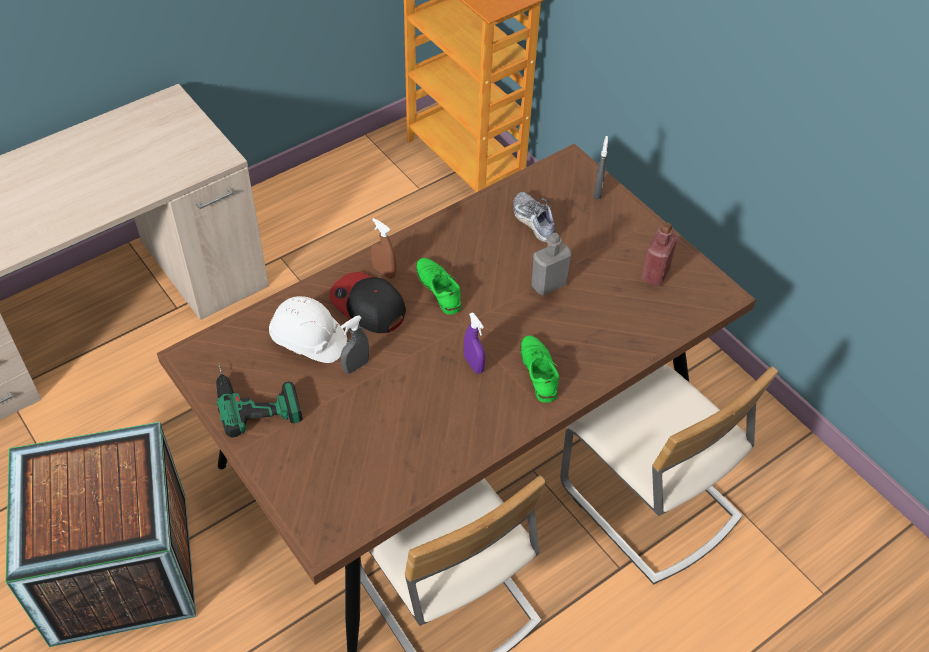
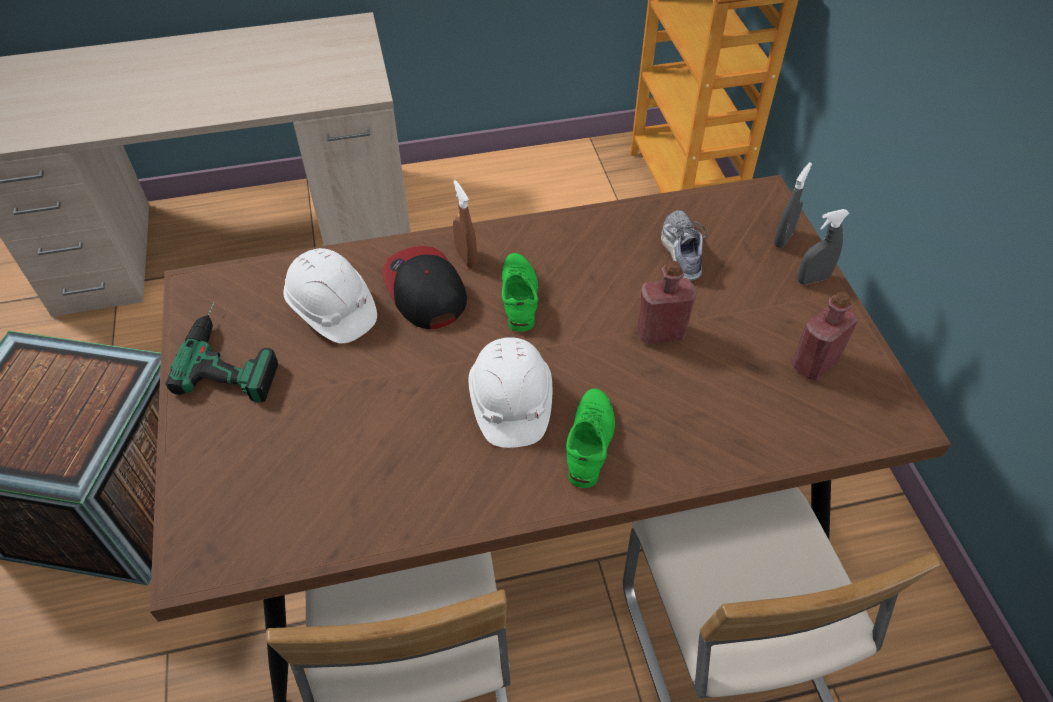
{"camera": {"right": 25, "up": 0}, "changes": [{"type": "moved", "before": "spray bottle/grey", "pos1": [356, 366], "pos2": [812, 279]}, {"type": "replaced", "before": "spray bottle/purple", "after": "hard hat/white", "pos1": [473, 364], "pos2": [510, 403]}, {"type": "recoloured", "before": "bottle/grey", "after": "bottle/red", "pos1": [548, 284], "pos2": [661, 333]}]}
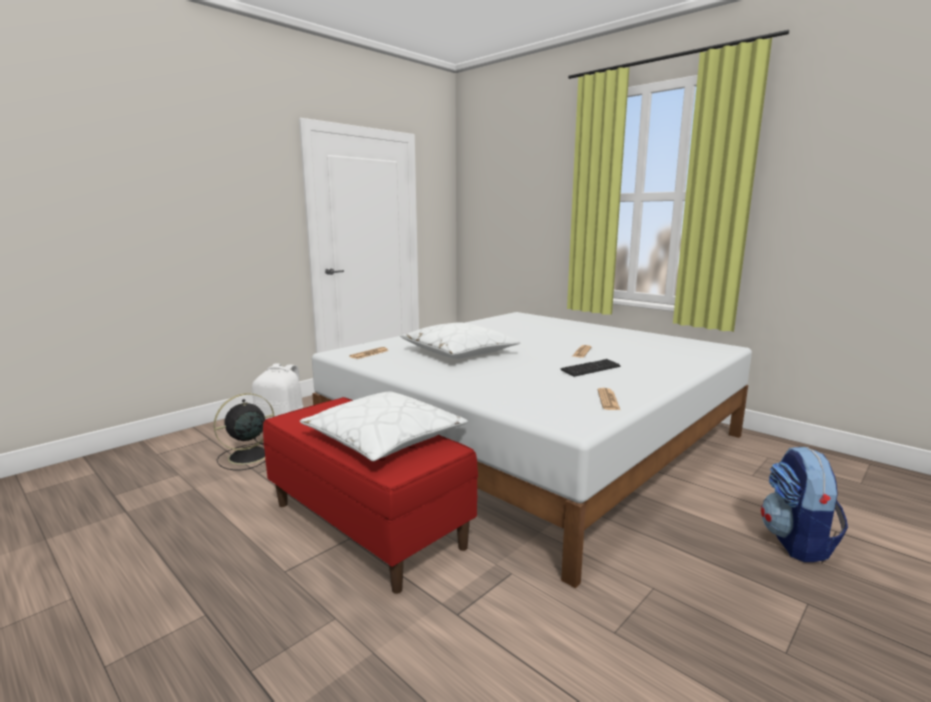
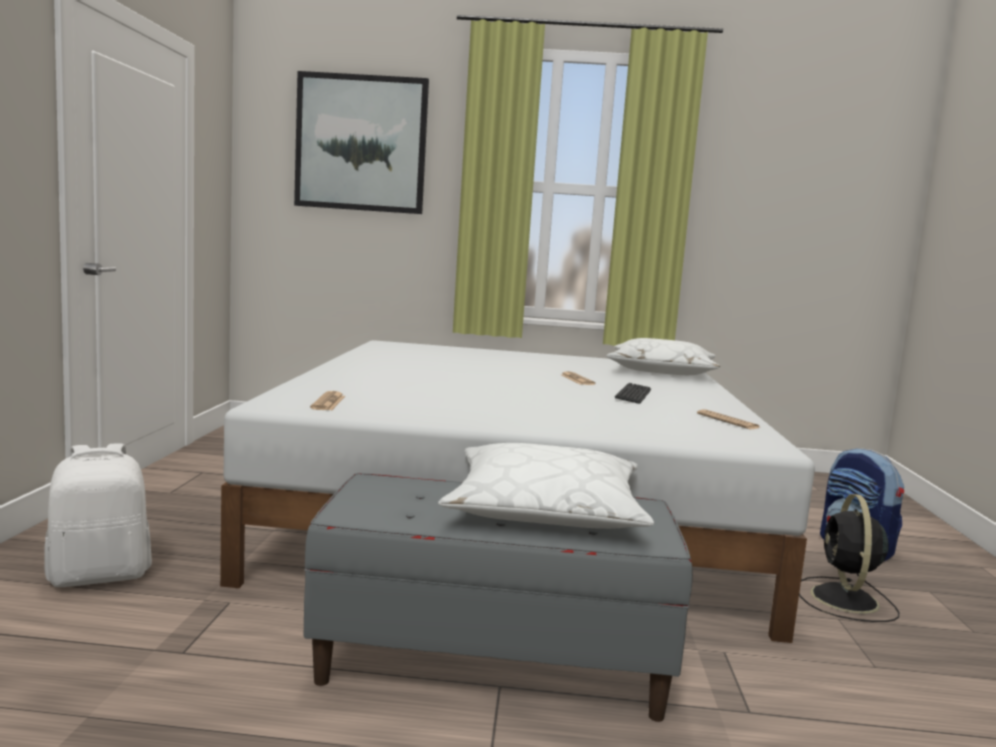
{"camera": {"right": -40, "up": -5}, "changes": [{"type": "added", "after": "picture", "pos2": [361, 143]}, {"type": "moved", "before": "fan/black", "pos1": [247, 456], "pos2": [845, 600]}, {"type": "moved", "before": "pillow/white", "pos1": [459, 352], "pos2": [661, 371]}, {"type": "recoloured", "before": "bench/red", "after": "bench/grey", "pos1": [367, 524], "pos2": [493, 661]}]}
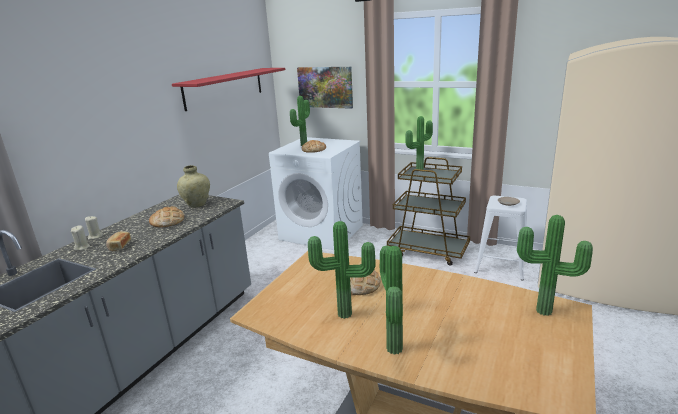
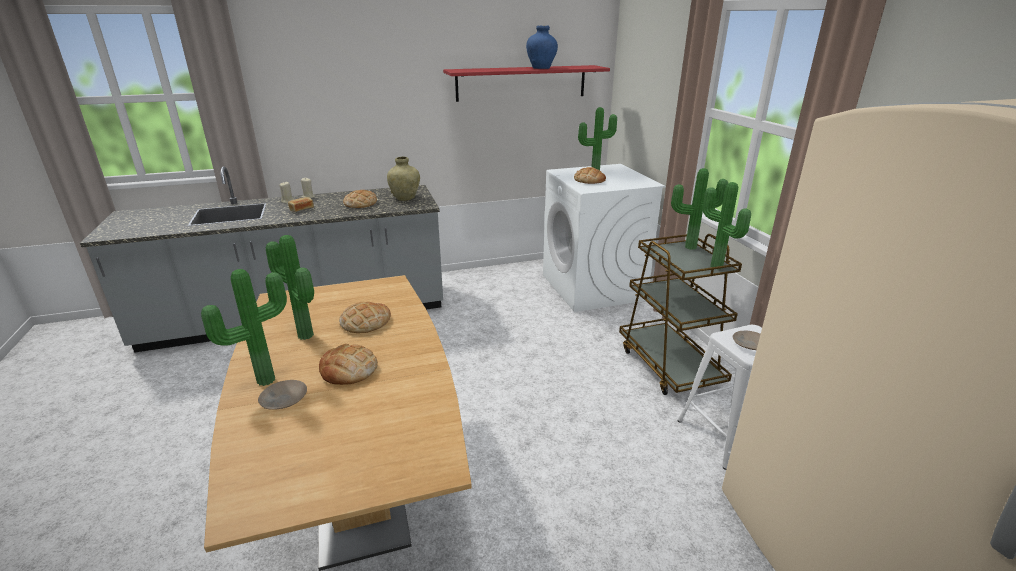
{"camera": {"right": 45, "up": 5}, "changes": [{"type": "removed", "before": "picture", "pos1": [325, 87]}, {"type": "added", "after": "plate/beige", "pos2": [283, 400]}, {"type": "added", "after": "bread", "pos2": [349, 370]}, {"type": "added", "after": "vase/blue", "pos2": [541, 68]}, {"type": "moved", "before": "potted plant", "pos1": [544, 313], "pos2": [715, 267]}]}
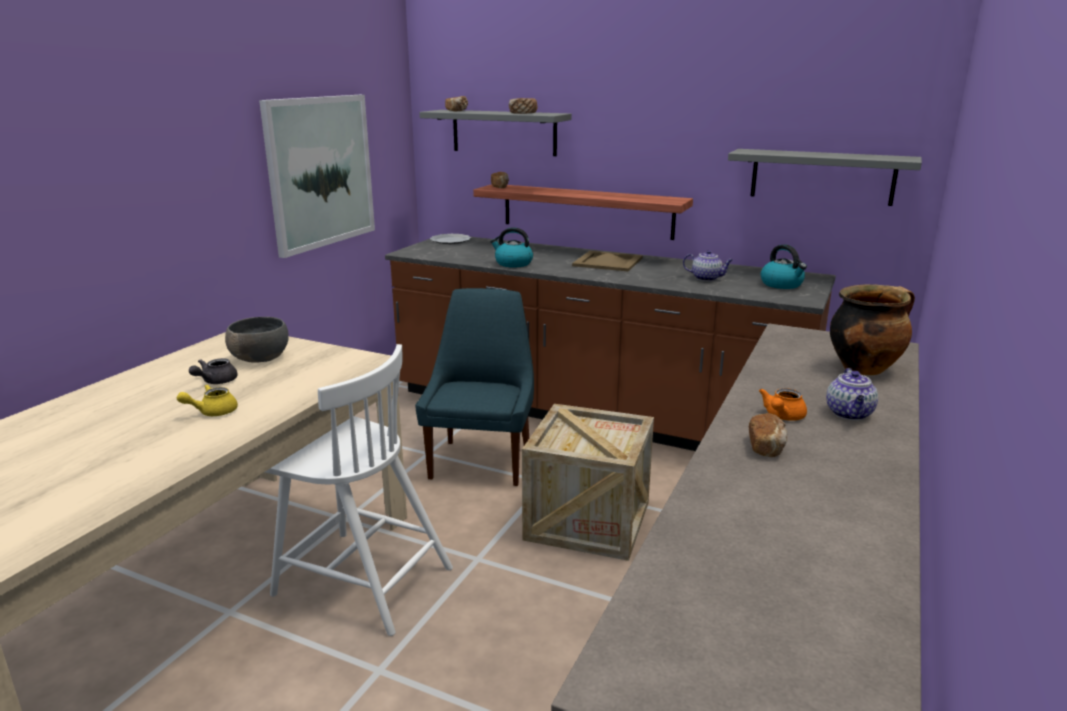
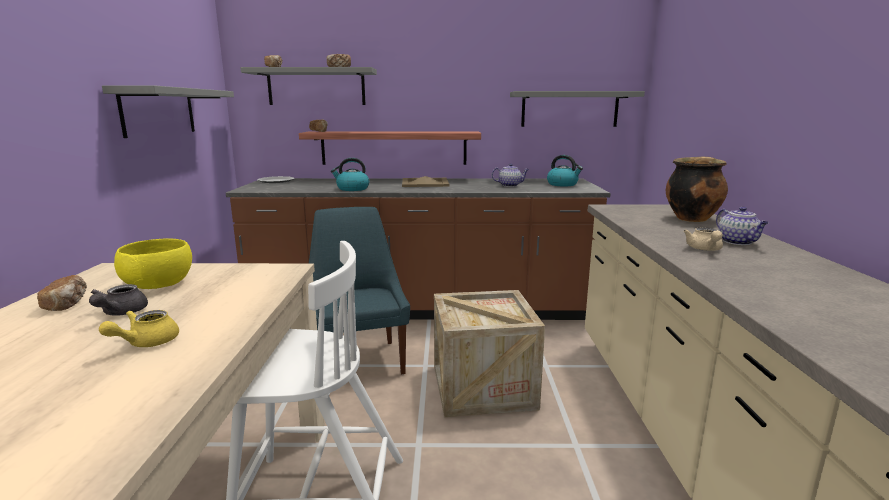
{"camera": {"right": -25, "up": -5}, "changes": [{"type": "moved", "before": "bread", "pos1": [767, 447], "pos2": [67, 304]}, {"type": "replaced", "before": "picture", "after": "shelf/grey", "pos1": [320, 172], "pos2": [159, 111]}, {"type": "recoloured", "before": "bowl/grey", "after": "bowl/yellow", "pos1": [259, 358], "pos2": [158, 284]}, {"type": "recoloured", "before": "teapot/orange", "after": "teapot/beige", "pos1": [782, 417], "pos2": [704, 249]}]}
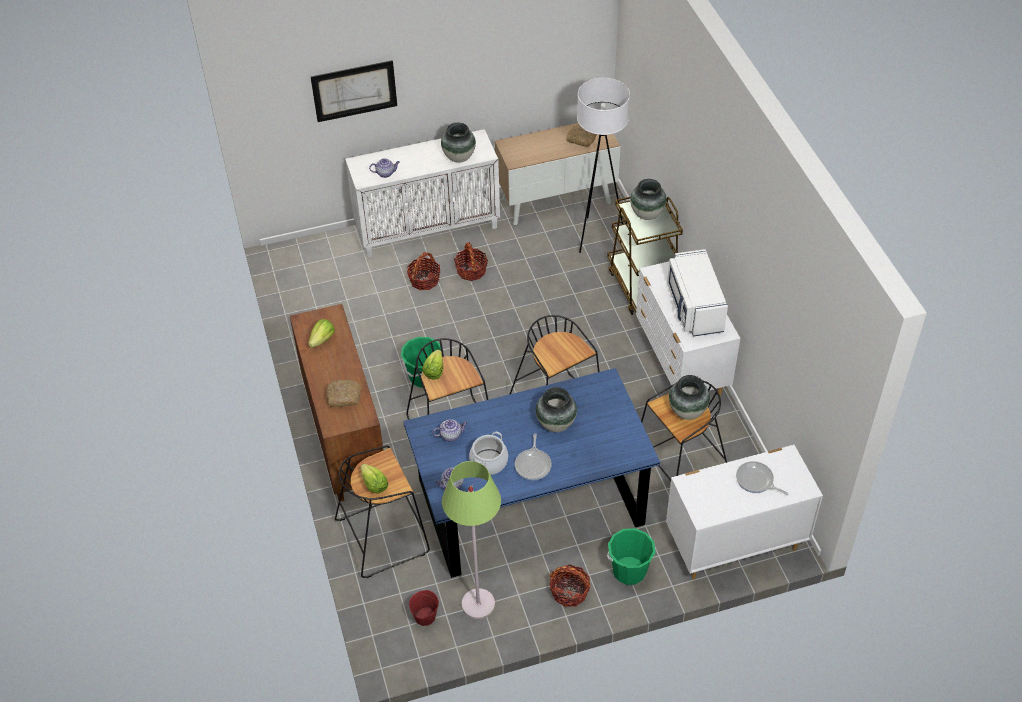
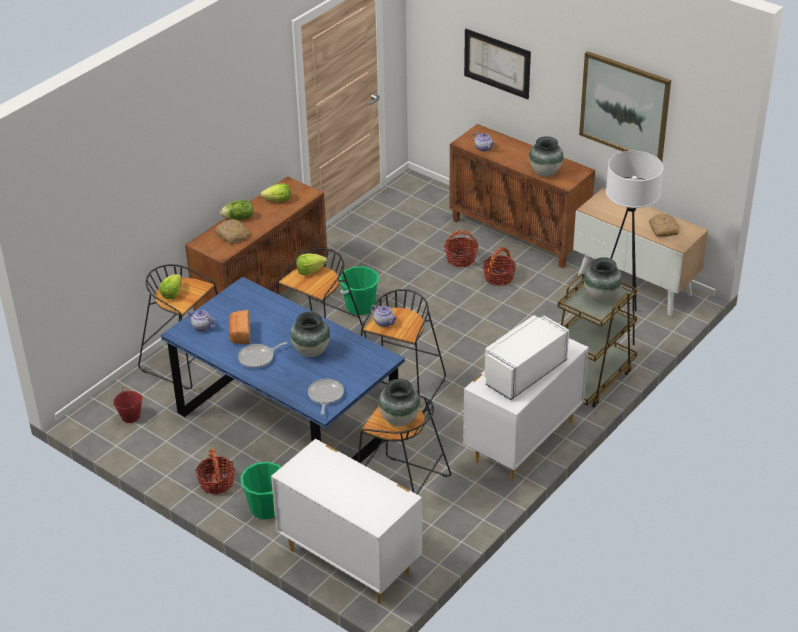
{"camera": {"right": 55, "up": -10}, "changes": [{"type": "removed", "before": "floor lamp/green", "pos1": [478, 604]}, {"type": "added", "after": "lettuce", "pos2": [238, 218]}, {"type": "added", "after": "picture", "pos2": [624, 107]}, {"type": "moved", "before": "teapot", "pos1": [451, 435], "pos2": [384, 322]}, {"type": "moved", "before": "frying pan", "pos1": [756, 481], "pos2": [325, 396]}, {"type": "replaced", "before": "cooking pot", "after": "bread", "pos1": [488, 462], "pos2": [240, 334]}, {"type": "recoloured", "before": "cabinet/white", "after": "cabinet/brown", "pos1": [428, 228], "pos2": [519, 234]}]}
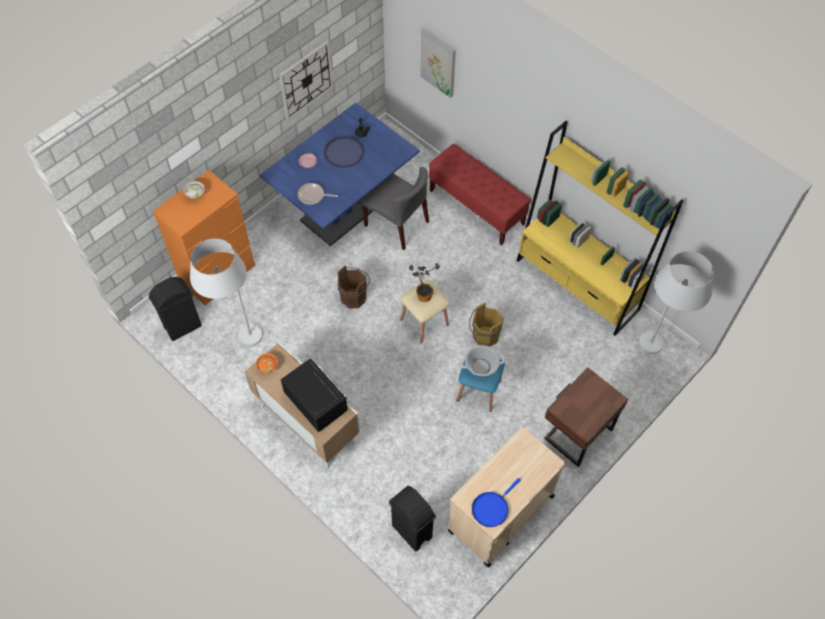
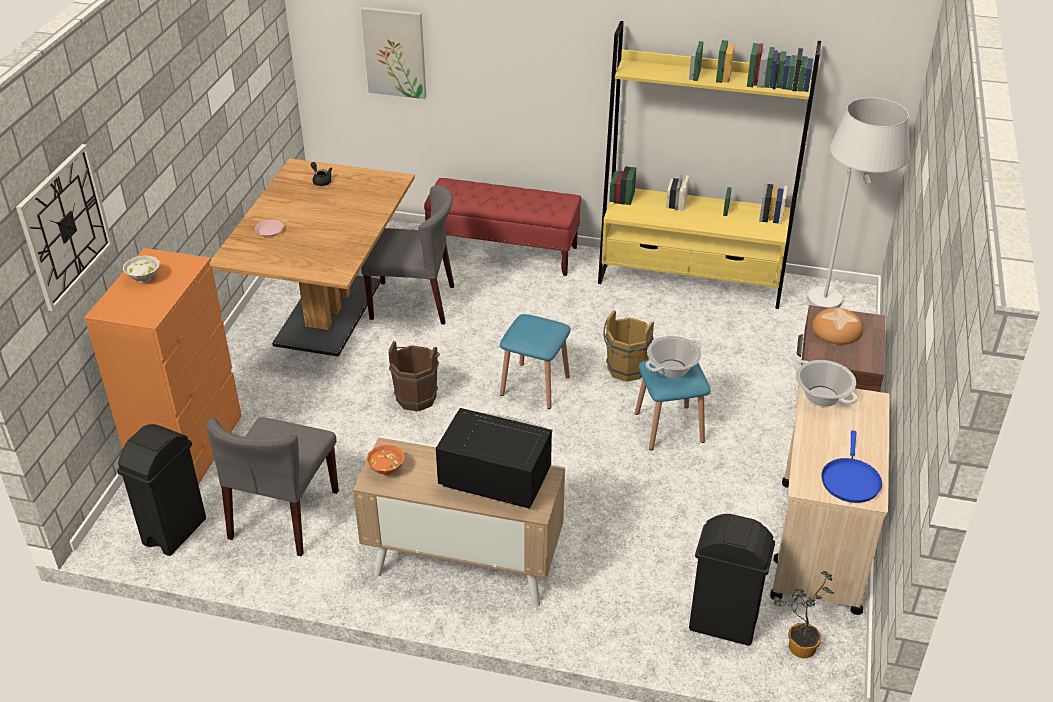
{"camera": {"right": -30, "up": -20}, "changes": [{"type": "removed", "before": "frying pan", "pos1": [313, 196]}, {"type": "removed", "before": "tray/blue", "pos1": [344, 152]}, {"type": "added", "after": "cooking pot", "pos2": [822, 396]}, {"type": "added", "after": "bread", "pos2": [837, 330]}, {"type": "moved", "before": "wall clock", "pos1": [306, 80], "pos2": [65, 226]}, {"type": "moved", "before": "potted plant", "pos1": [422, 294], "pos2": [797, 646]}, {"type": "replaced", "before": "floor lamp/white", "after": "chair/grey", "pos1": [239, 344], "pos2": [284, 515]}, {"type": "recoloured", "before": "dining table/blue", "after": "dining table/brown", "pos1": [344, 209], "pos2": [328, 313]}, {"type": "recoloured", "before": "stool/beige", "after": "stool/blue", "pos1": [424, 322], "pos2": [535, 385]}]}
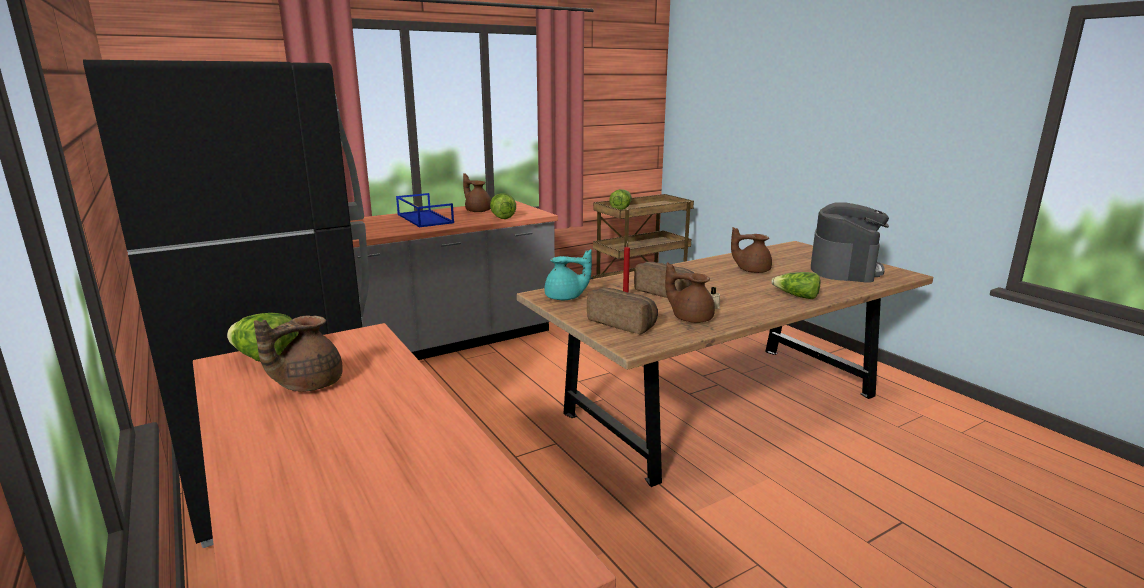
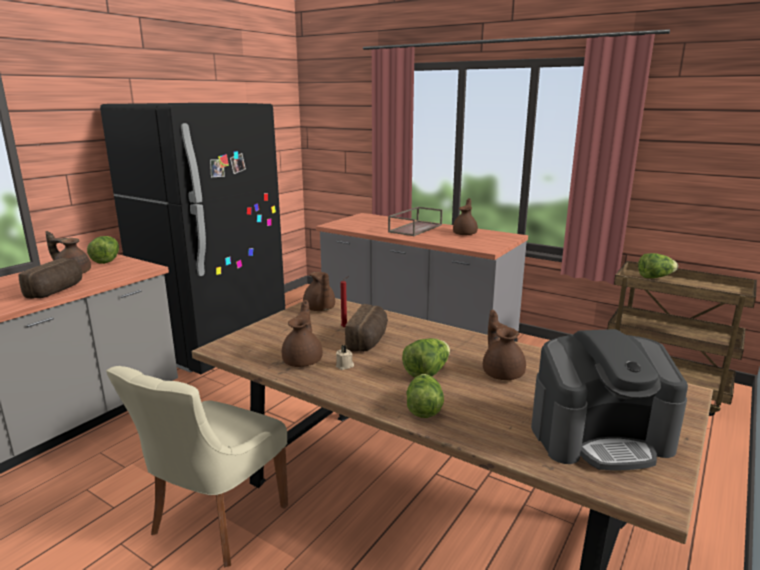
{"camera": {"right": 65, "up": 0}, "changes": [{"type": "added", "after": "chair/beige", "pos2": [216, 522]}, {"type": "moved", "before": "lettuce", "pos1": [501, 217], "pos2": [427, 372]}, {"type": "moved", "before": "bread", "pos1": [623, 323], "pos2": [57, 291]}, {"type": "recoloured", "before": "tray/blue", "after": "tray/brown", "pos1": [424, 218], "pos2": [415, 228]}, {"type": "recoloured", "before": "teapot/turquoise", "after": "teapot/brown", "pos1": [565, 298], "pos2": [319, 309]}]}
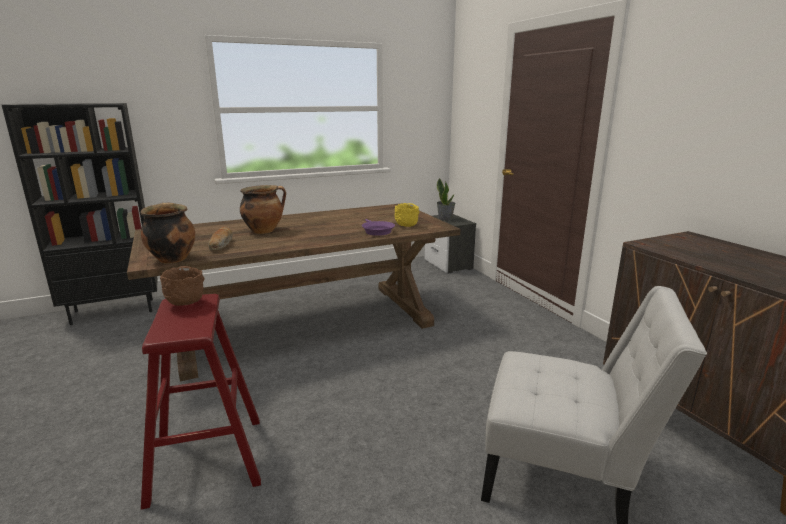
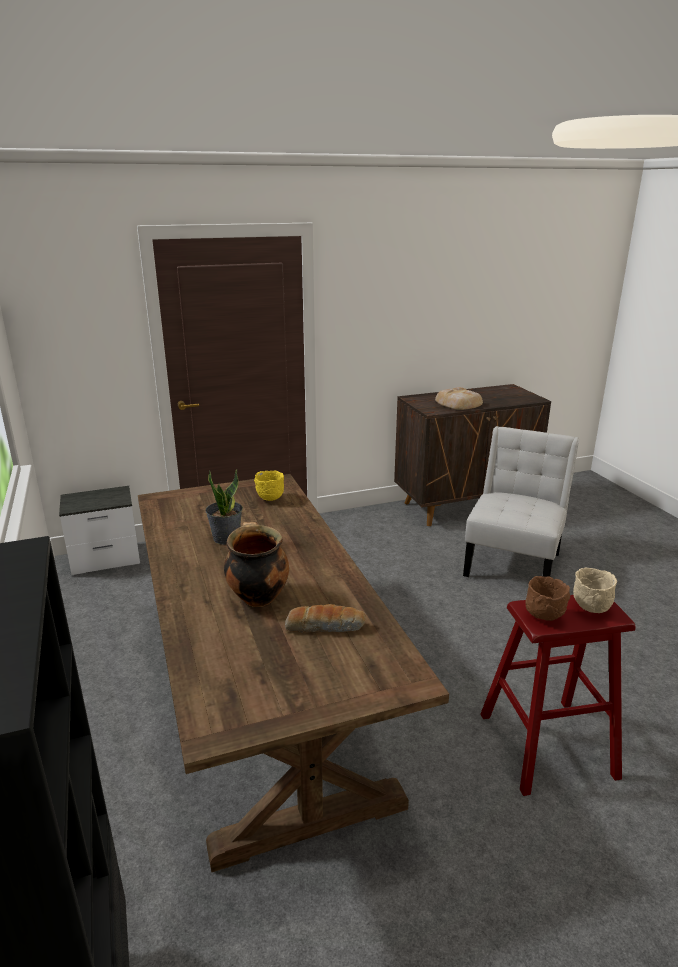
{"camera": {"right": -85, "up": 5}, "changes": [{"type": "removed", "before": "cooking pot", "pos1": [172, 259]}, {"type": "removed", "before": "frying pan/purple", "pos1": [377, 231]}, {"type": "added", "after": "bread", "pos2": [458, 403]}, {"type": "added", "after": "bowl/beige", "pos2": [591, 607]}, {"type": "moved", "before": "potted plant", "pos1": [445, 219], "pos2": [226, 538]}]}
